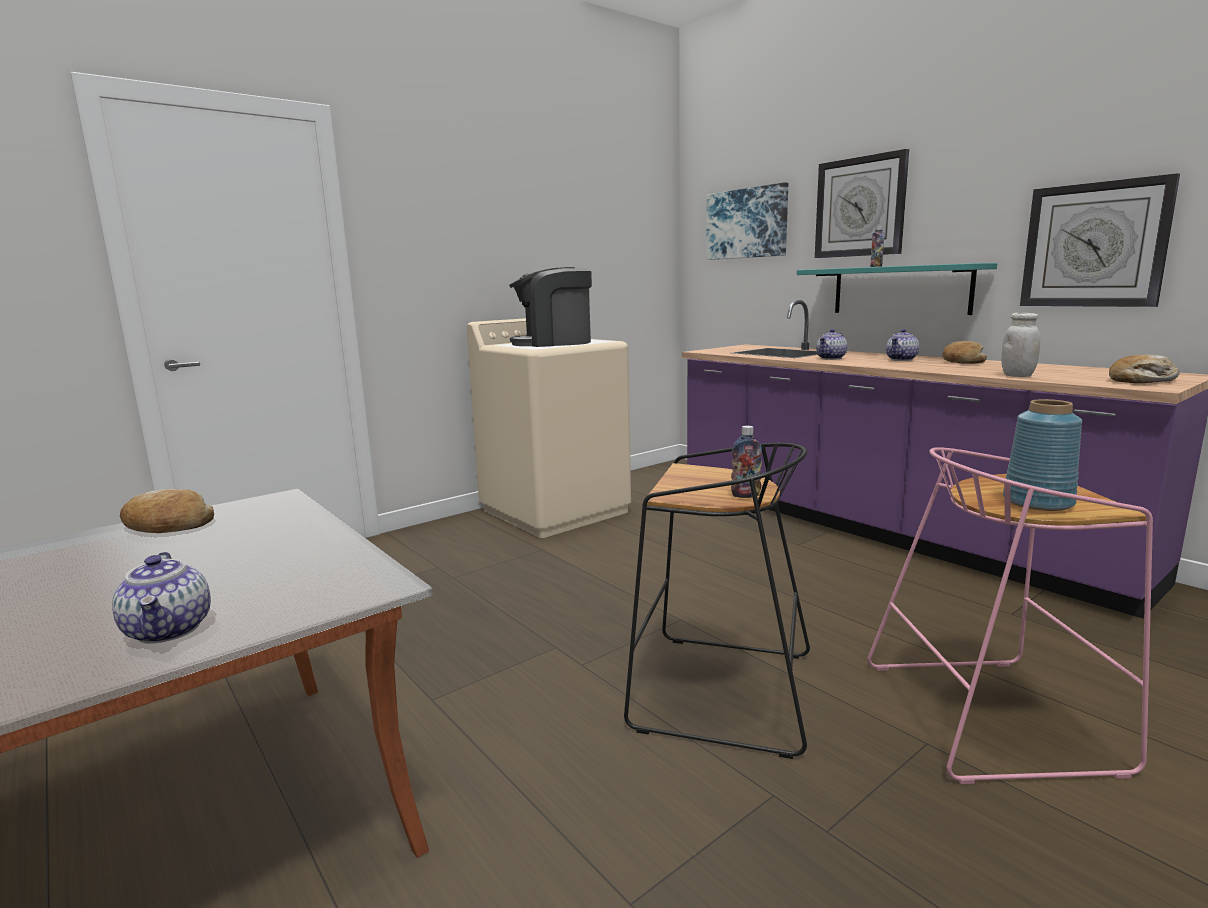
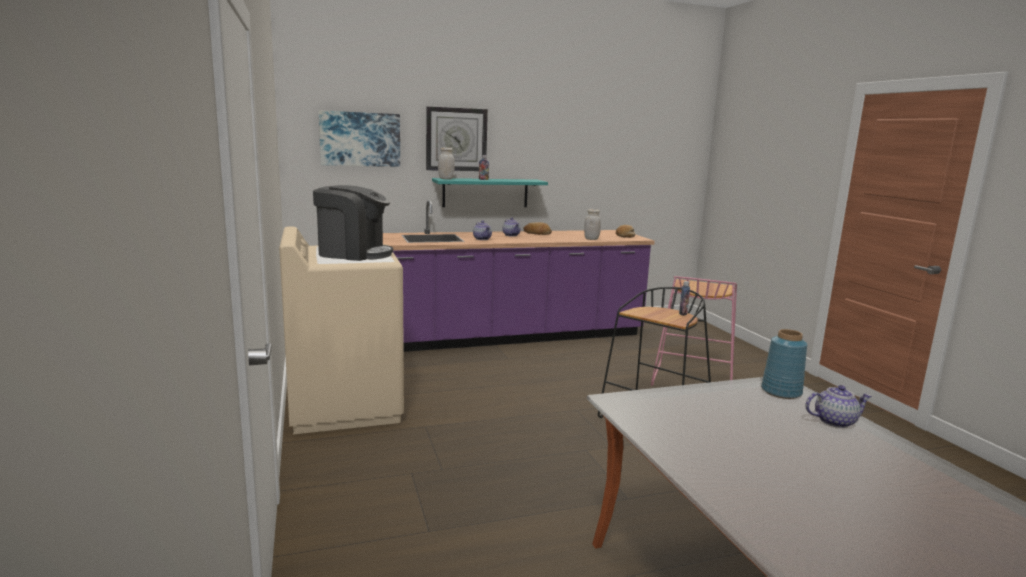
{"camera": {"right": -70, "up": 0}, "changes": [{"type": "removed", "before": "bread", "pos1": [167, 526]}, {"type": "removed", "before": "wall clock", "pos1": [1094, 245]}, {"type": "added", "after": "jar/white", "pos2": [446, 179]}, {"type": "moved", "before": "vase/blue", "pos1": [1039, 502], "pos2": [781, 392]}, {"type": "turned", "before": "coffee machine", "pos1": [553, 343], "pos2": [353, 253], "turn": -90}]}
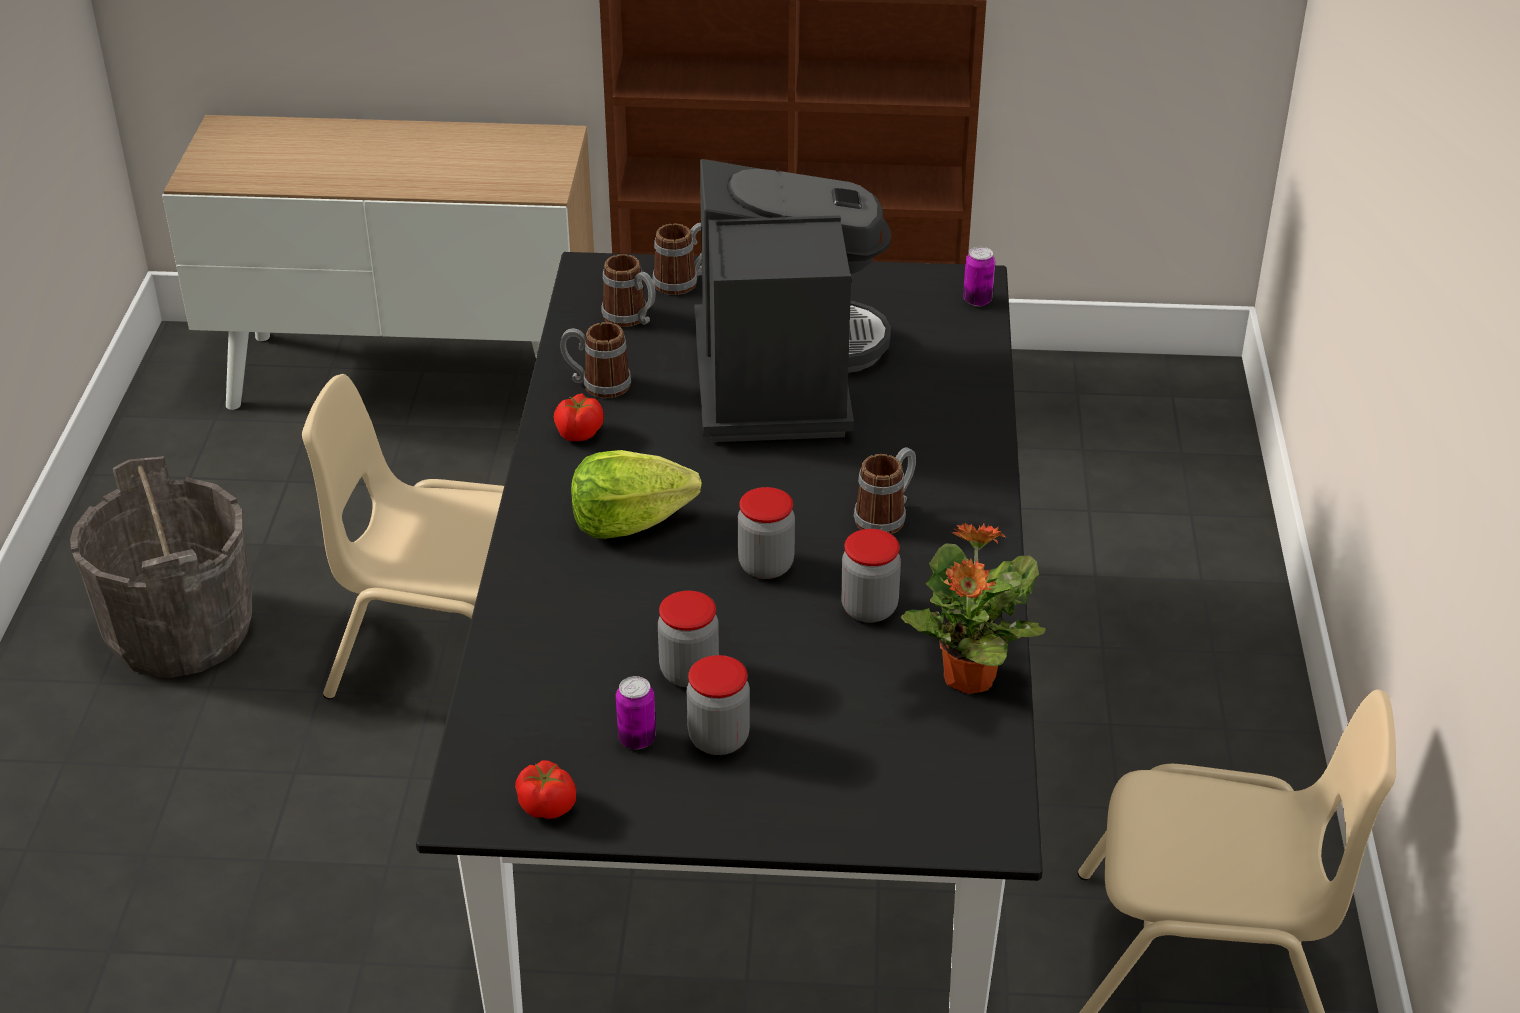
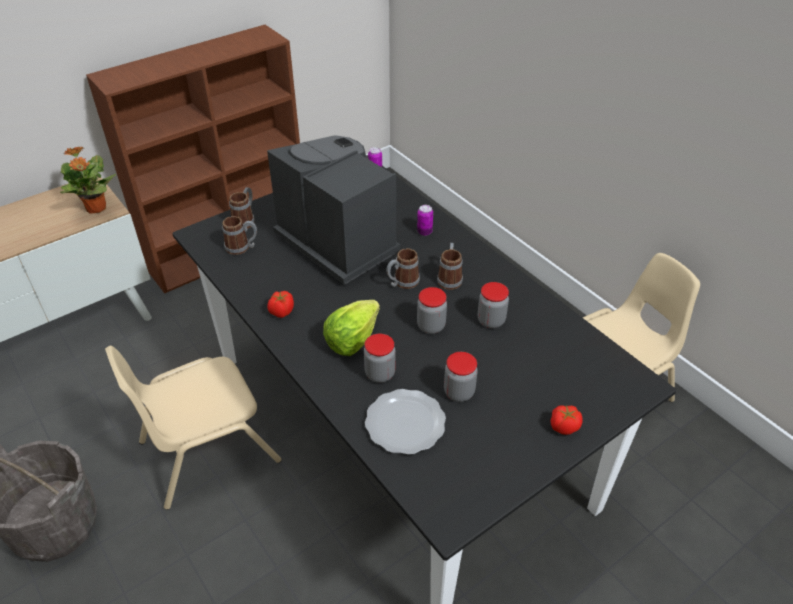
{"camera": {"right": -40, "up": 5}, "changes": [{"type": "added", "after": "plate", "pos2": [405, 422]}, {"type": "moved", "before": "tomato", "pos1": [547, 807], "pos2": [563, 427]}, {"type": "moved", "before": "mug", "pos1": [597, 385], "pos2": [402, 283]}, {"type": "moved", "before": "can", "pos1": [637, 739], "pos2": [424, 232]}, {"type": "moved", "before": "jar", "pos1": [718, 739], "pos2": [380, 373]}, {"type": "moved", "before": "potted plant", "pos1": [968, 679], "pos2": [96, 208]}]}
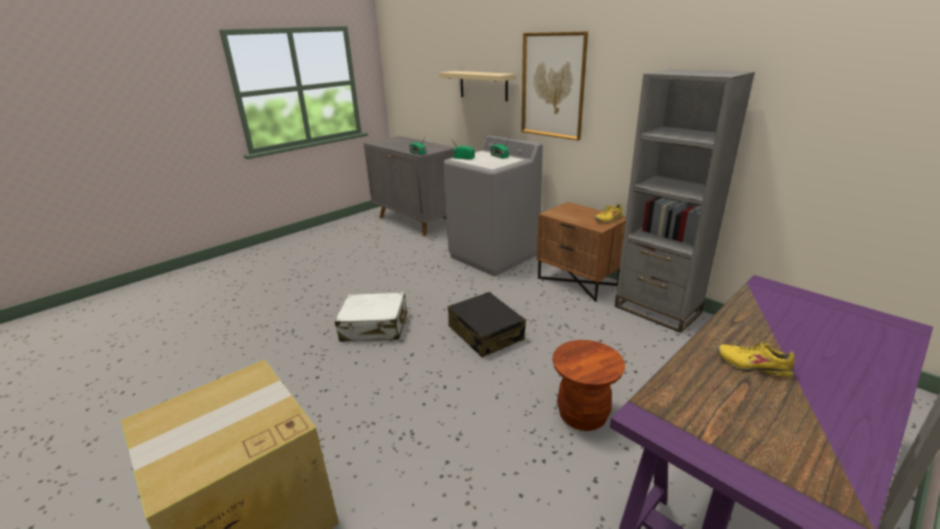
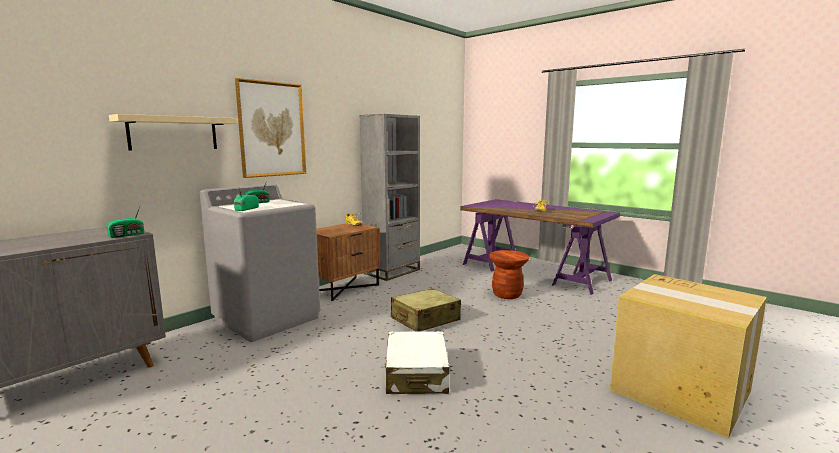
{"camera": {"right": -95, "up": -15}, "changes": [{"type": "recoloured", "before": "suitcase/black", "after": "suitcase/beige", "pos1": [485, 333], "pos2": [425, 320]}]}
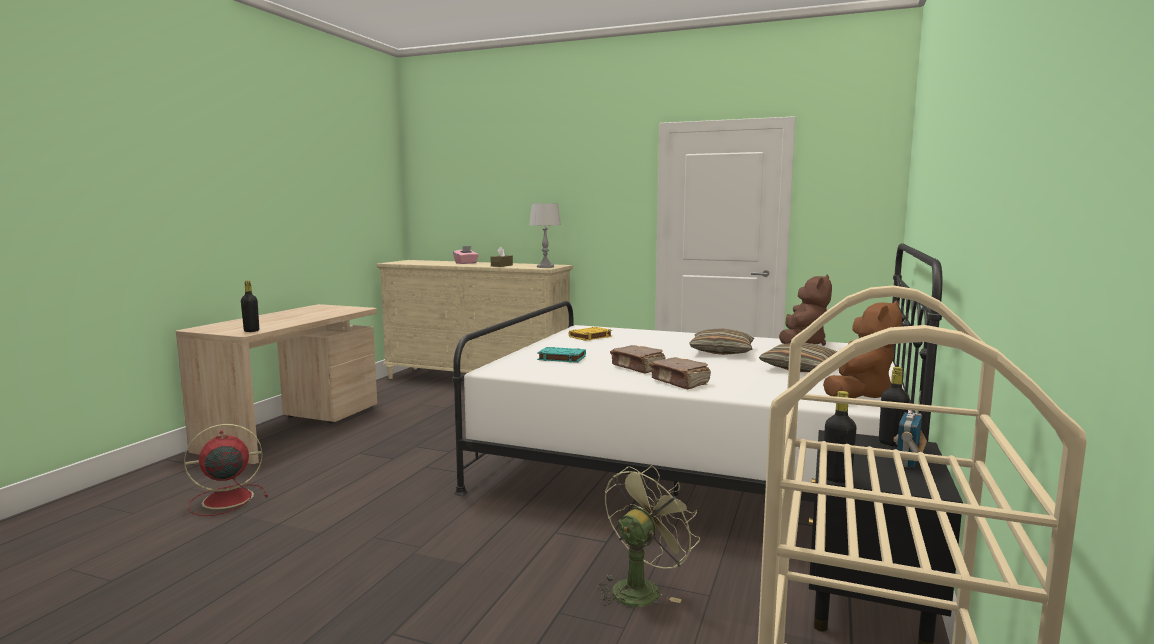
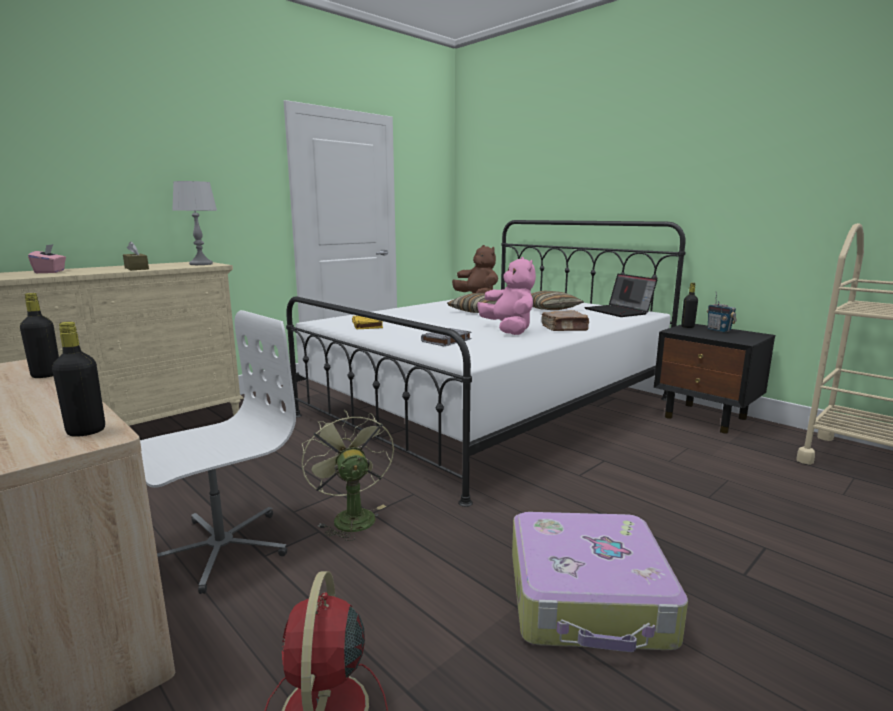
{"camera": {"right": -65, "up": 5}, "changes": [{"type": "added", "after": "office chair/white", "pos2": [220, 548]}, {"type": "added", "after": "suitcase", "pos2": [589, 599]}, {"type": "moved", "before": "fan/green", "pos1": [641, 588], "pos2": [350, 516]}, {"type": "moved", "before": "bottle/black", "pos1": [836, 478], "pos2": [46, 375]}, {"type": "replaced", "before": "book/brown", "after": "plush toy/pink", "pos1": [638, 367], "pos2": [508, 330]}, {"type": "replaced", "before": "plush toy/brown", "after": "laptop", "pos1": [858, 395], "pos2": [619, 311]}, {"type": "recoloured", "before": "book/turquoise", "after": "book/grey", "pos1": [561, 358], "pos2": [446, 340]}]}
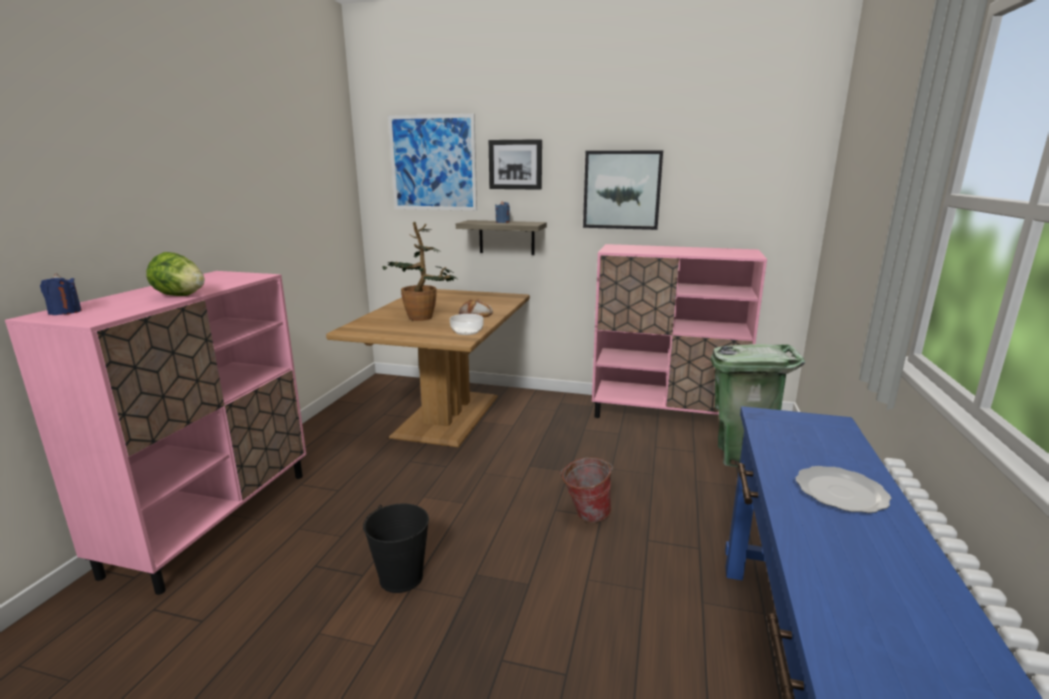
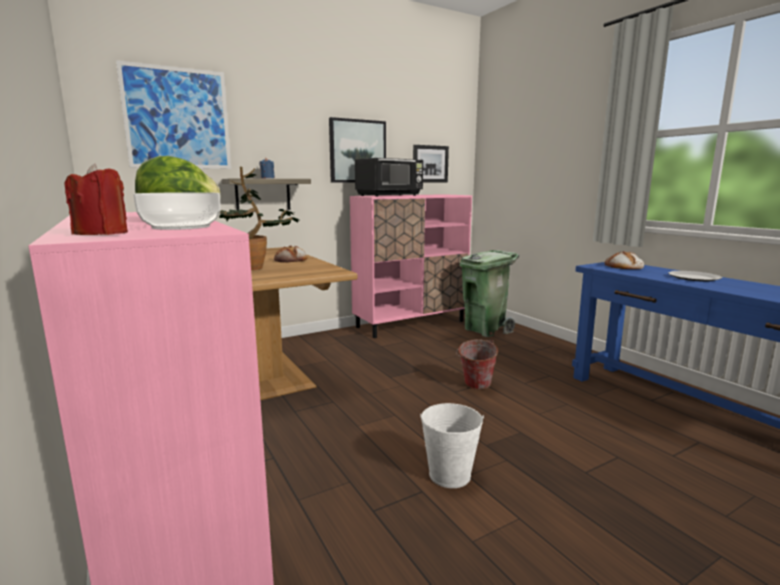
{"camera": {"right": -45, "up": -5}, "changes": [{"type": "added", "after": "microwave/black", "pos2": [390, 195]}, {"type": "added", "after": "bread", "pos2": [623, 266]}, {"type": "moved", "before": "bowl", "pos1": [467, 331], "pos2": [182, 227]}, {"type": "moved", "before": "picture", "pos1": [515, 164], "pos2": [430, 164]}, {"type": "recoloured", "before": "candle/blue", "after": "candle/red", "pos1": [65, 312], "pos2": [102, 234]}, {"type": "recoloured", "before": "bucket/black", "after": "bucket/white", "pos1": [401, 577], "pos2": [449, 474]}]}
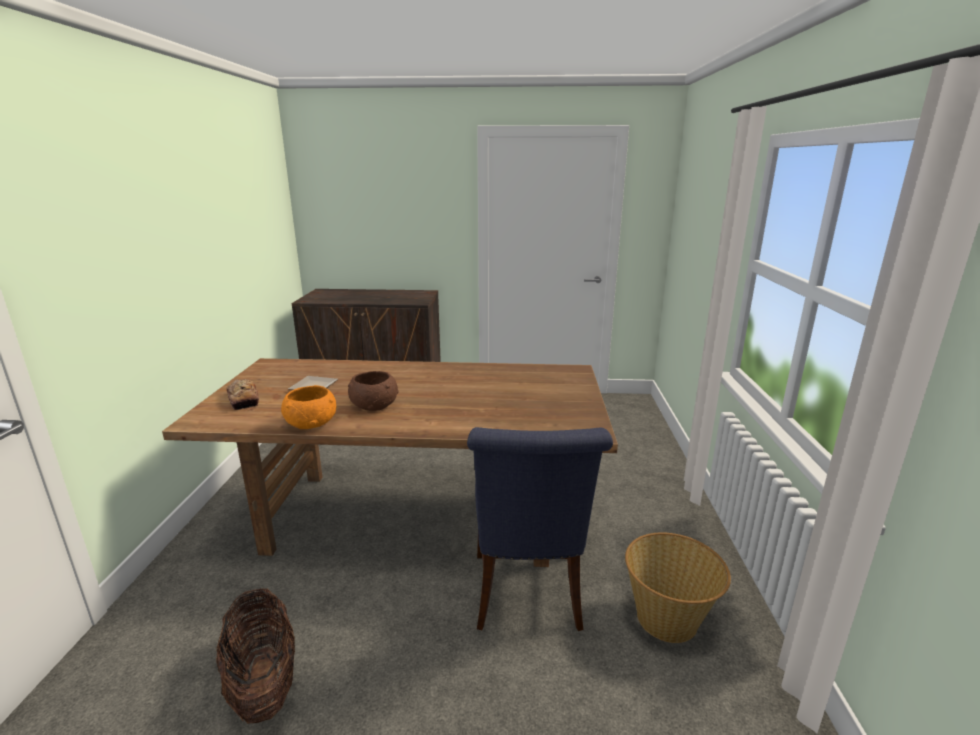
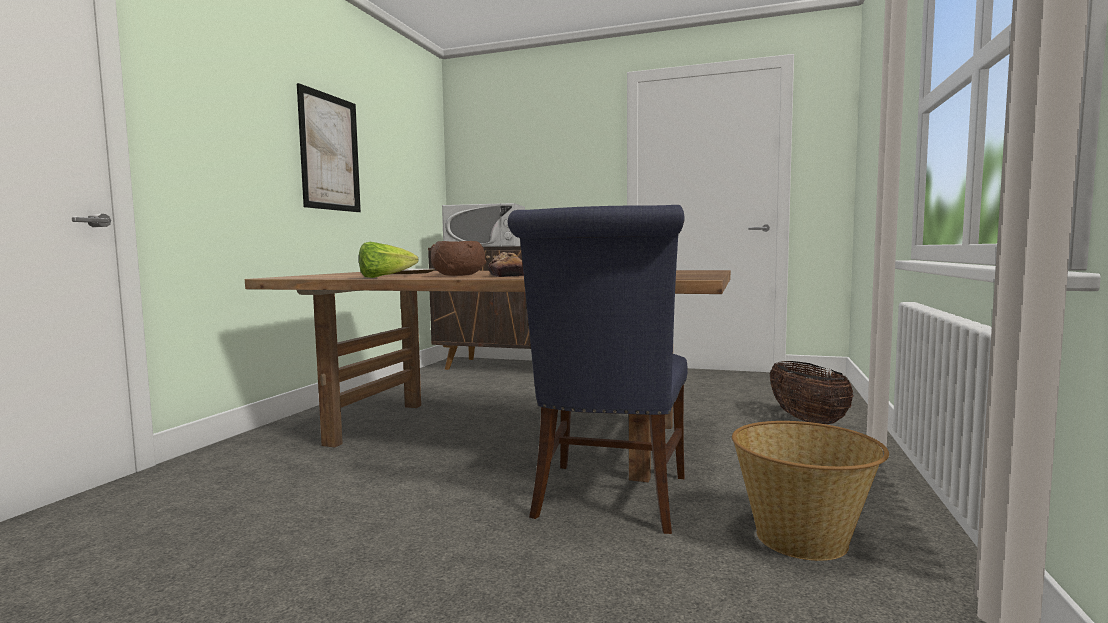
{"camera": {"right": 15, "up": -15}, "changes": [{"type": "added", "after": "picture", "pos2": [329, 152]}, {"type": "added", "after": "microwave/white", "pos2": [485, 246]}, {"type": "moved", "before": "basket", "pos1": [264, 682], "pos2": [807, 420]}, {"type": "moved", "before": "bread", "pos1": [243, 399], "pos2": [507, 276]}, {"type": "replaced", "before": "bowl/orange", "after": "lettuce", "pos1": [311, 423], "pos2": [384, 277]}]}
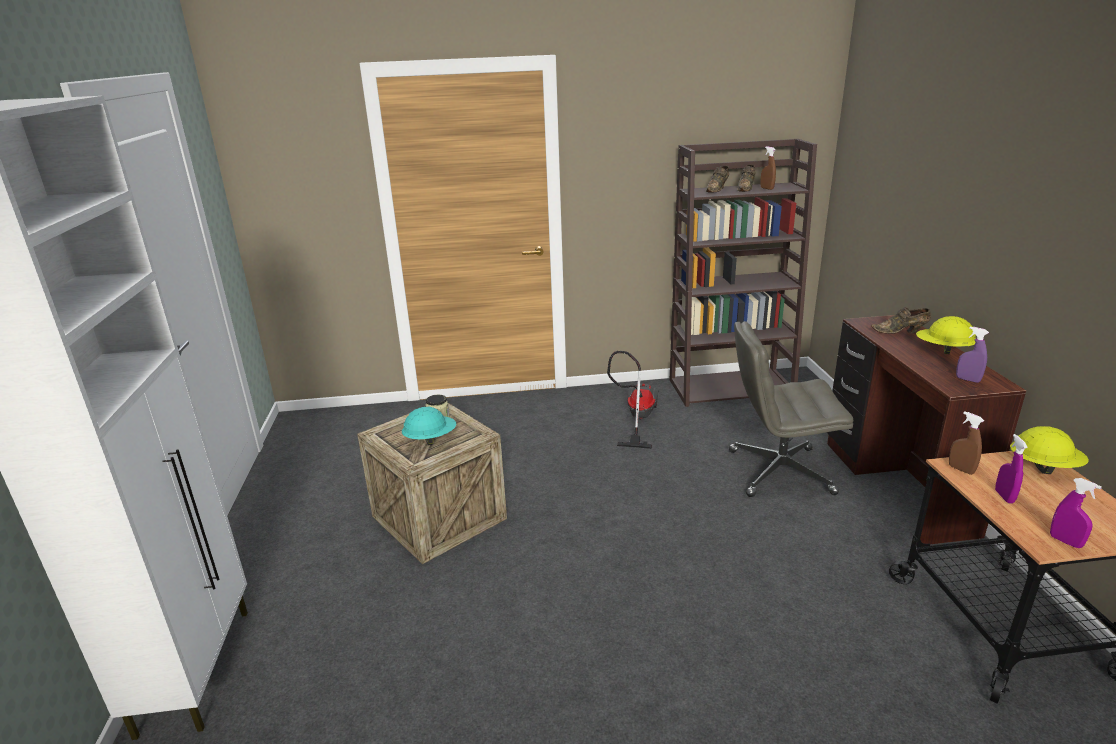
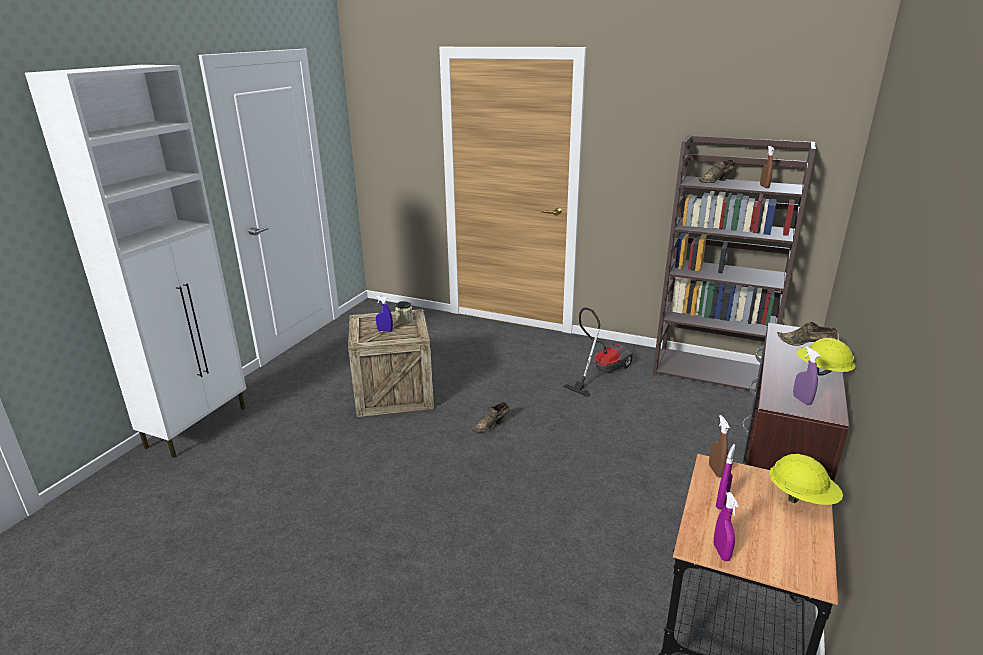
{"camera": {"right": 30, "up": 0}, "changes": [{"type": "removed", "before": "office chair/grey", "pos1": [778, 472]}, {"type": "moved", "before": "shoe/brown", "pos1": [746, 188], "pos2": [492, 425]}, {"type": "replaced", "before": "hard hat/turquoise", "after": "spray bottle/blue", "pos1": [430, 439], "pos2": [385, 331]}]}
